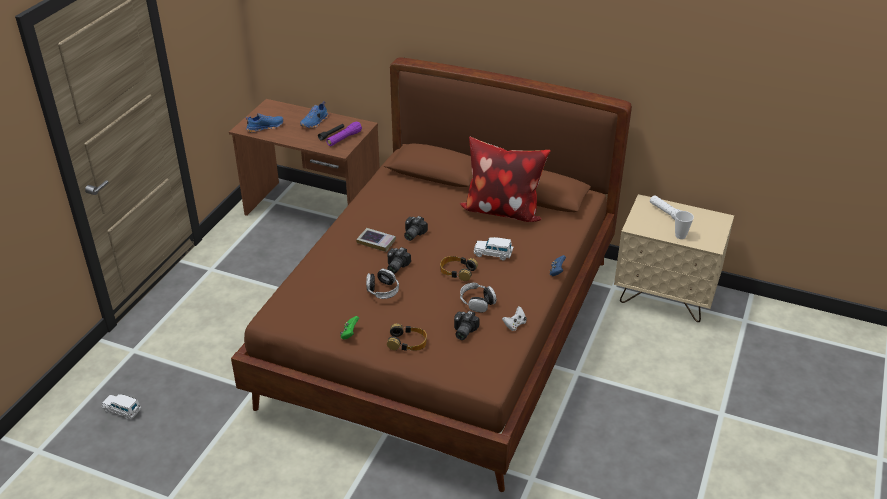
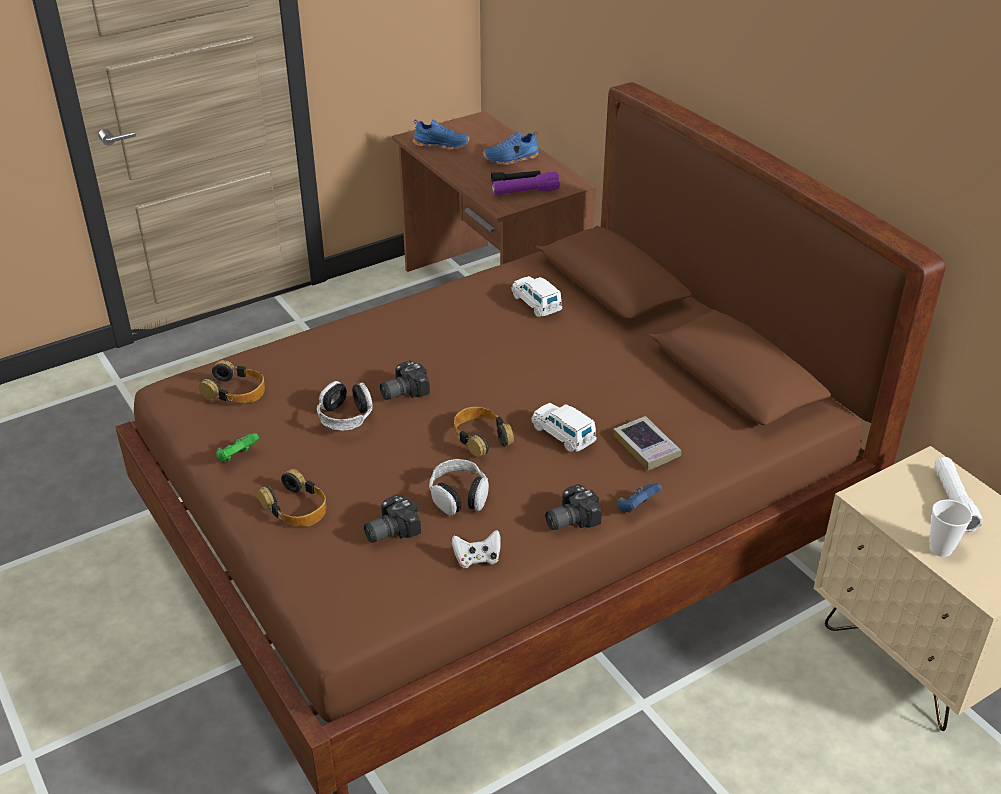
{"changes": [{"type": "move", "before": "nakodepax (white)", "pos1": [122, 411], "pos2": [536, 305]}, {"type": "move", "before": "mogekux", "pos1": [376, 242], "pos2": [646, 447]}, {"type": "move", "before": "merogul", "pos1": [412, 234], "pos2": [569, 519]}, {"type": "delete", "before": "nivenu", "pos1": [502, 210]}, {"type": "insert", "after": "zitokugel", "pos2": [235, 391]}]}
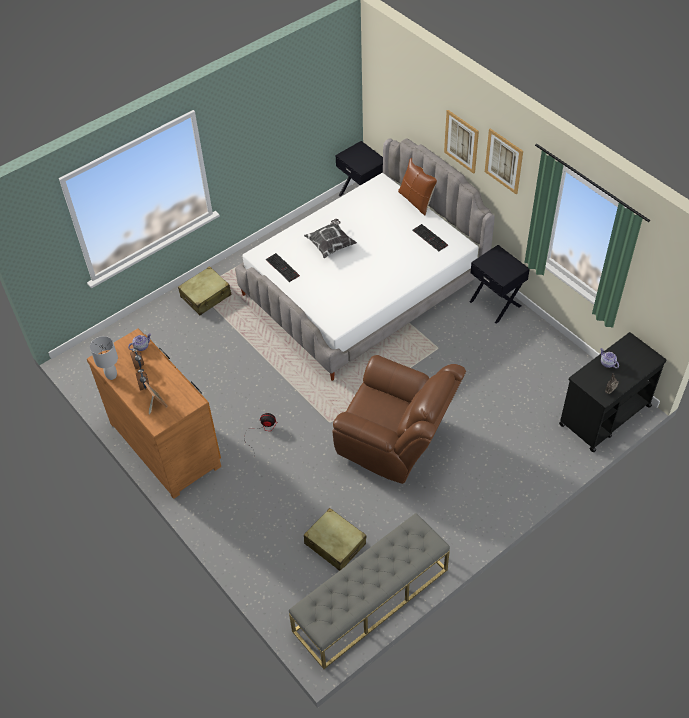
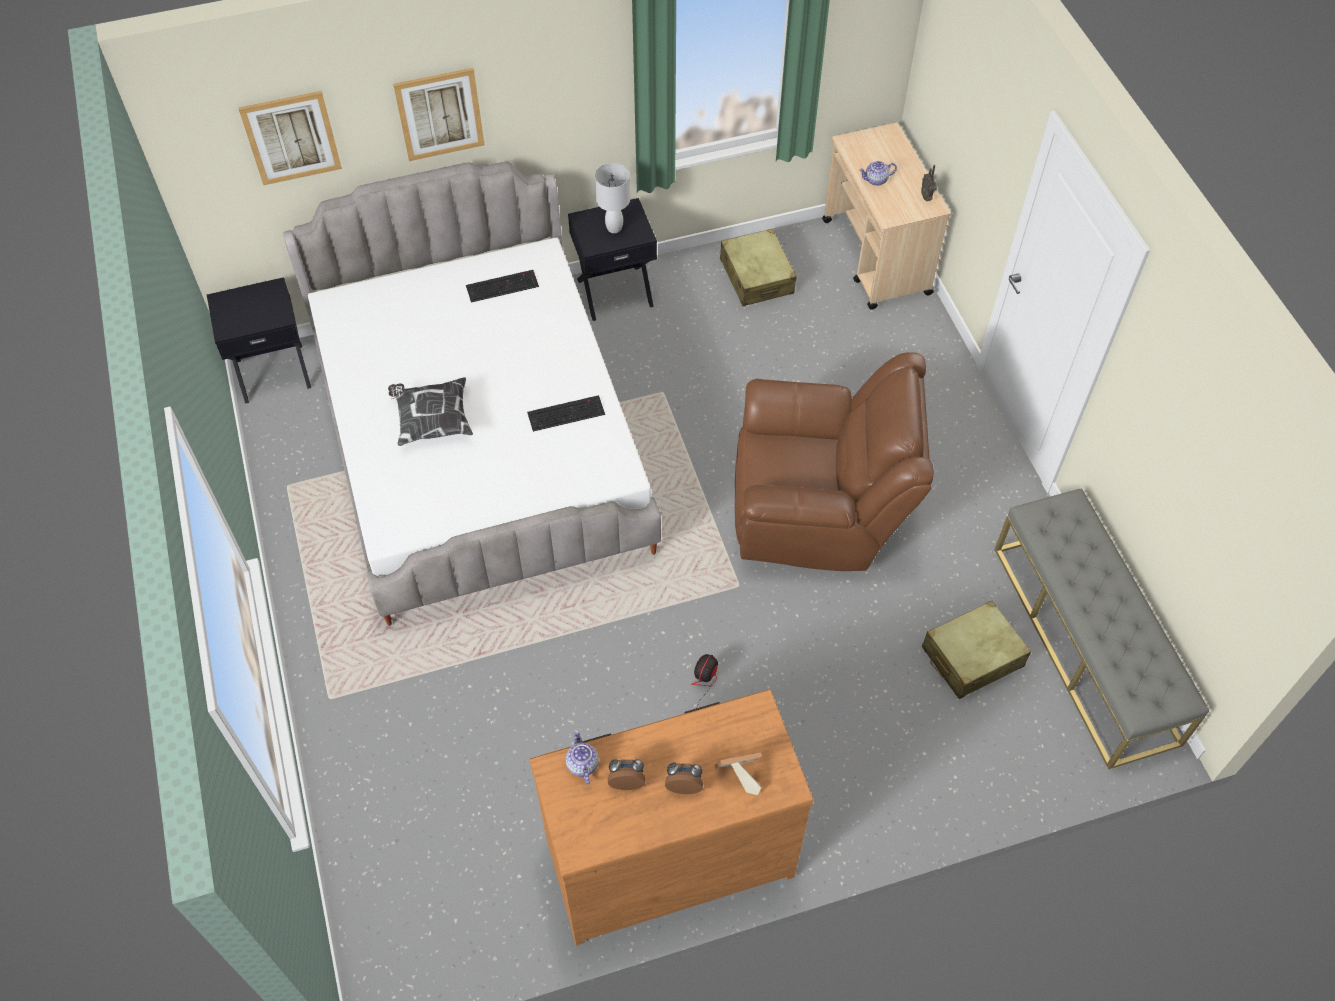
{"changes": [{"type": "move", "before": "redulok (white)", "pos1": [111, 375], "pos2": [613, 228]}, {"type": "move", "before": "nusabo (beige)", "pos1": [206, 296], "pos2": [756, 276]}, {"type": "move", "before": "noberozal", "pos1": [283, 267], "pos2": [566, 412]}, {"type": "rotate", "before": "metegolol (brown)", "pos1": [396, 443], "pos2": [818, 511], "turn": 45}, {"type": "delete", "before": "nivenu (brown)", "pos1": [416, 201]}, {"type": "move", "before": "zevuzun", "pos1": [504, 161], "pos2": [291, 138]}, {"type": "recolor", "before": "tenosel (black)", "after": "tenosel (beige)", "pos1": [604, 415], "pos2": [876, 257]}]}
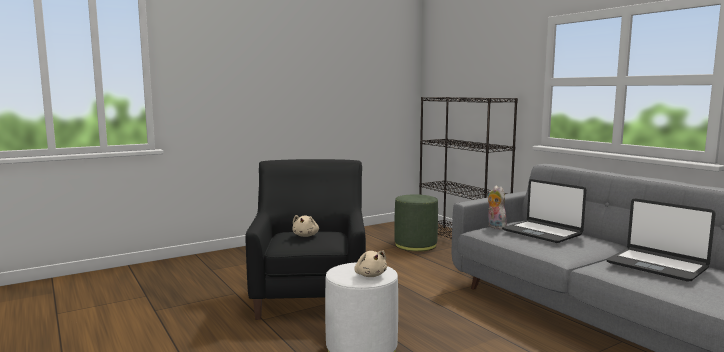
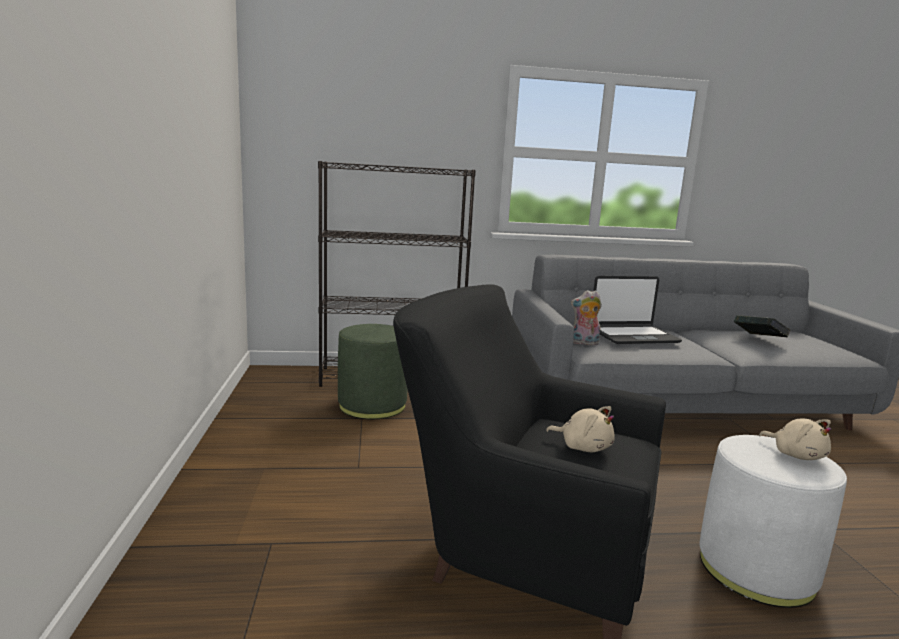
{"changes": [{"type": "rotate", "before": "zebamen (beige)", "pos1": [370, 275], "pos2": [796, 455], "turn": 60}, {"type": "replace", "before": "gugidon", "after": "mogekux", "pos1": [657, 265], "pos2": [759, 339]}]}
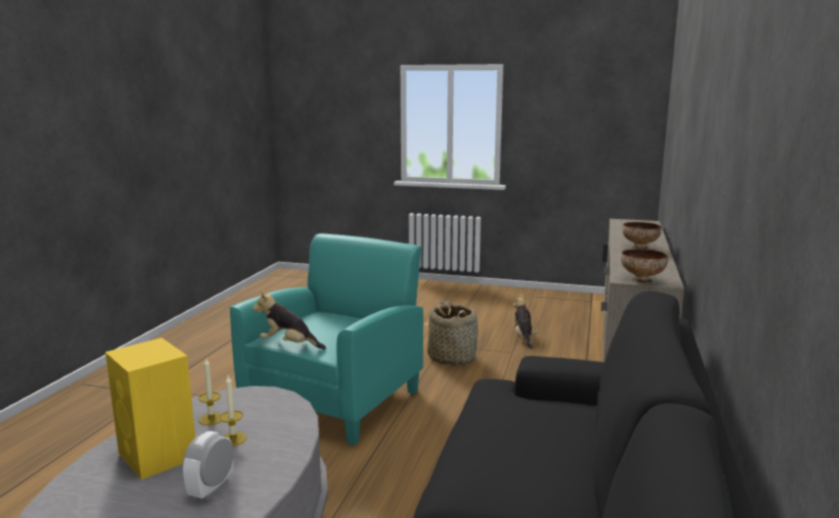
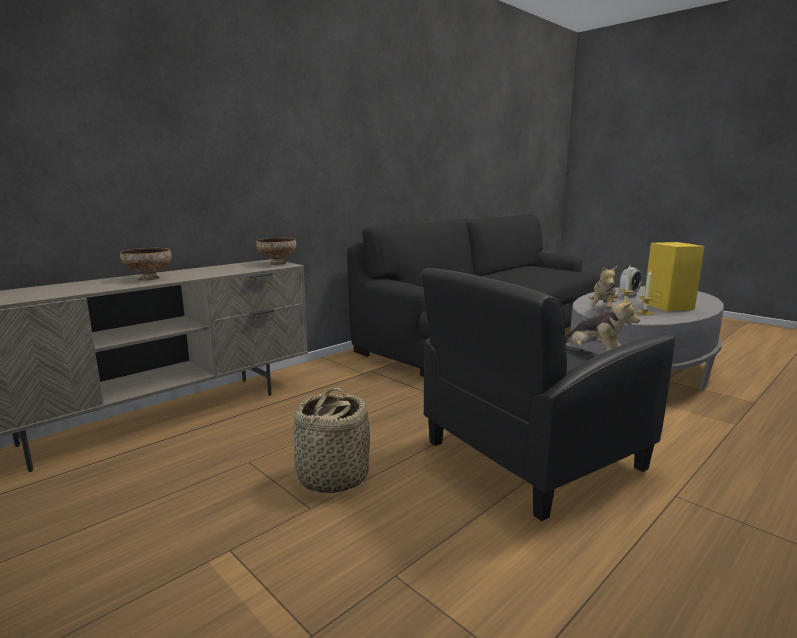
{"changes": [{"type": "recolor", "before": "metegolol (turquoise)", "after": "metegolol (black)", "pos1": [335, 401], "pos2": [530, 456]}, {"type": "move", "before": "zebamen", "pos1": [523, 338], "pos2": [603, 309]}]}
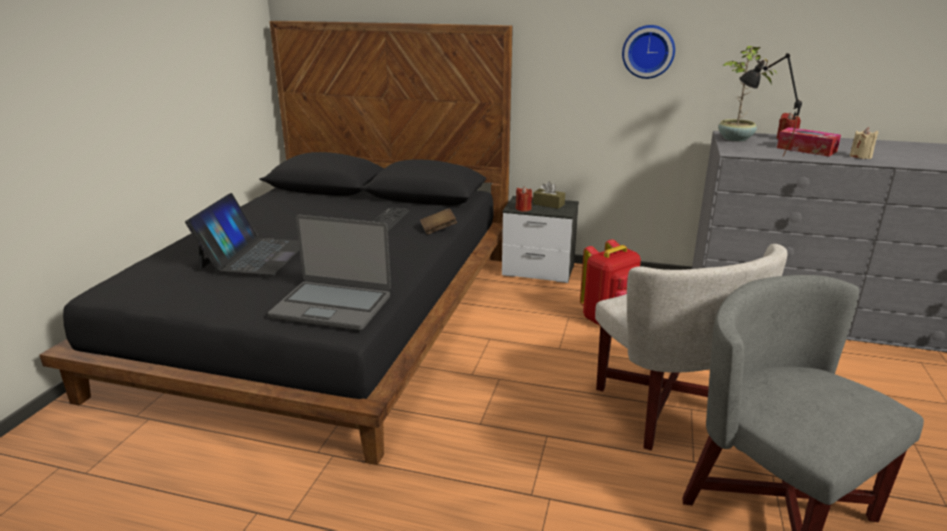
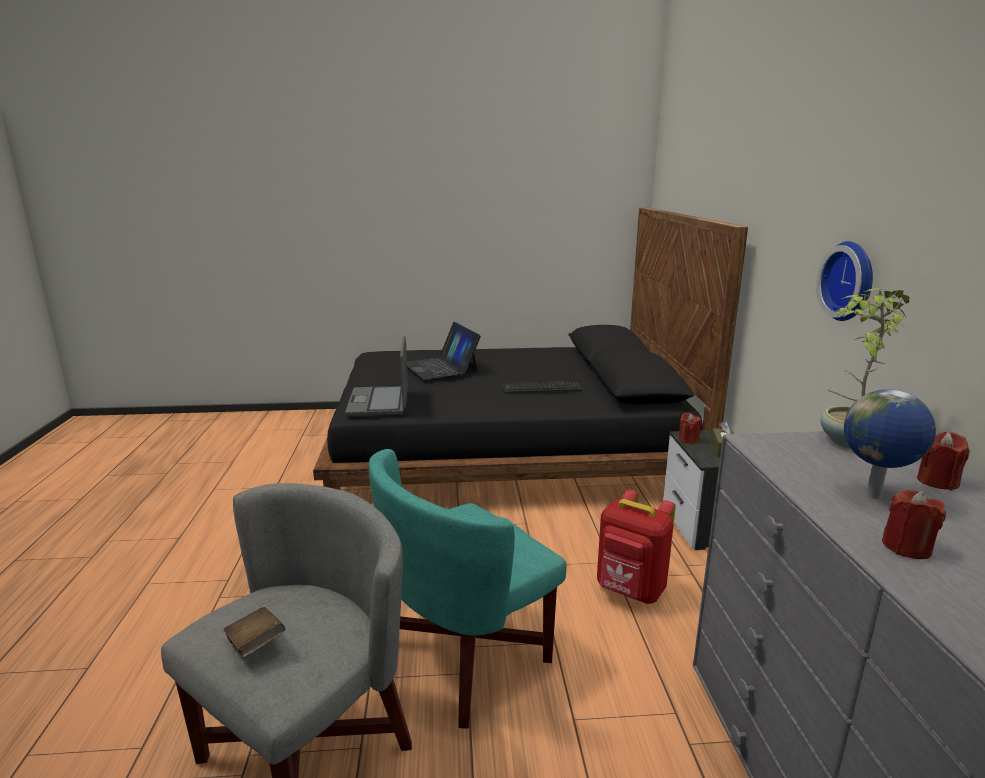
{"changes": [{"type": "rotate", "before": "gugidon", "pos1": [254, 255], "pos2": [440, 367], "turn": 75}, {"type": "move", "before": "mogekux (brown)", "pos1": [438, 229], "pos2": [255, 645]}, {"type": "recolor", "before": "metegolol (white)", "after": "metegolol (turquoise)", "pos1": [670, 406], "pos2": [464, 655]}, {"type": "delete", "before": "redulok (black)", "pos1": [758, 153]}, {"type": "replace", "before": "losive", "after": "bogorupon", "pos1": [806, 149], "pos2": [874, 496]}, {"type": "recolor", "before": "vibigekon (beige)", "after": "vibigekon (red)", "pos1": [860, 156], "pos2": [906, 547]}]}
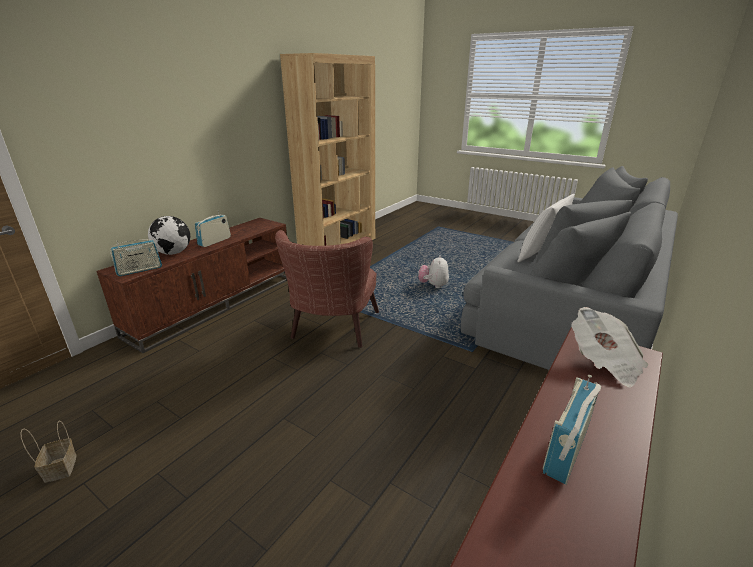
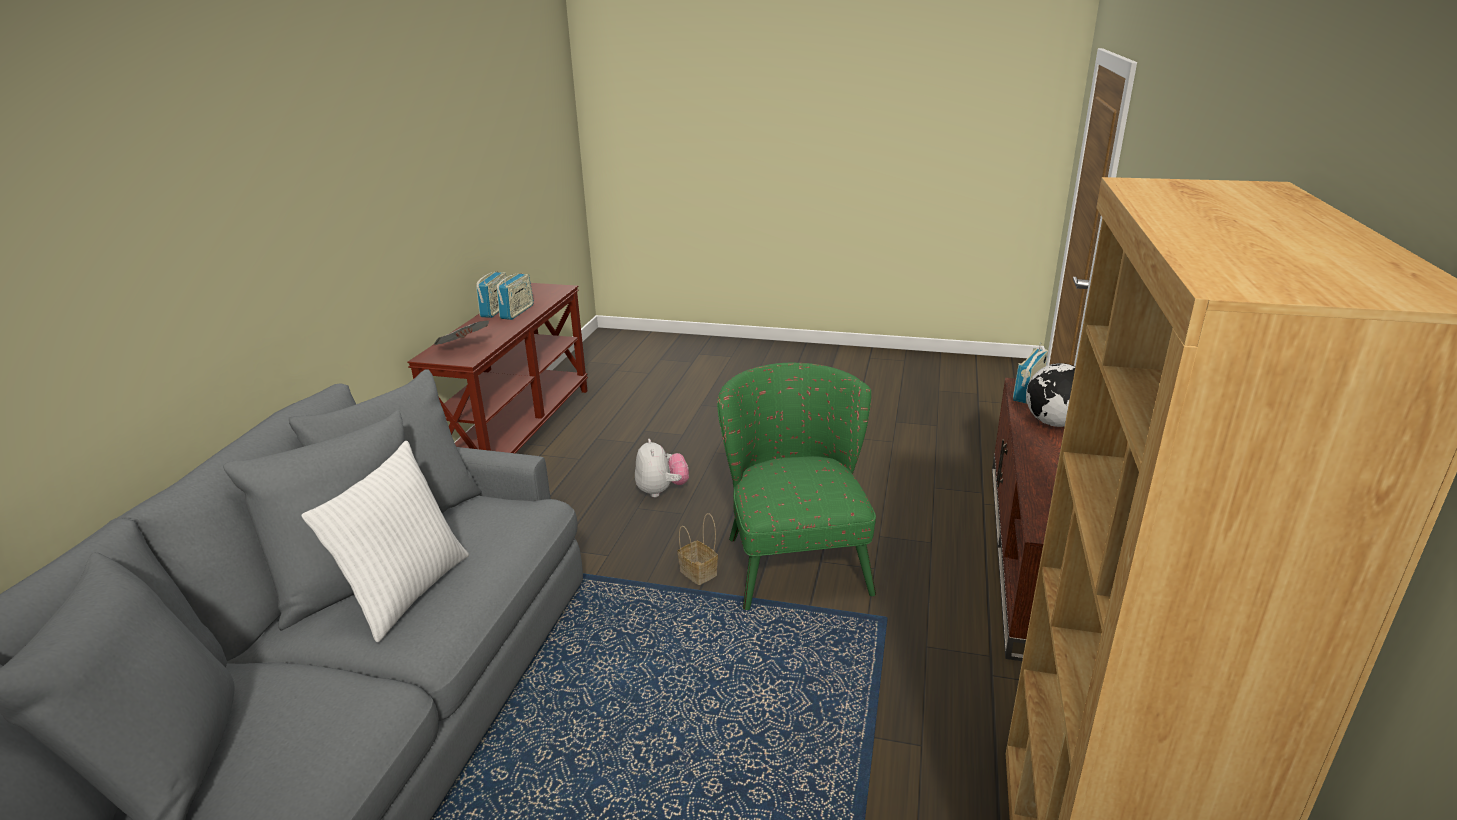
{"changes": [{"type": "move", "before": "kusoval", "pos1": [60, 467], "pos2": [699, 573]}, {"type": "move", "before": "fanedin", "pos1": [214, 241], "pos2": [495, 310]}, {"type": "recolor", "before": "metegolol (brown)", "after": "metegolol (green)", "pos1": [332, 330], "pos2": [794, 555]}, {"type": "move", "before": "zebamen", "pos1": [433, 285], "pos2": [661, 491]}]}
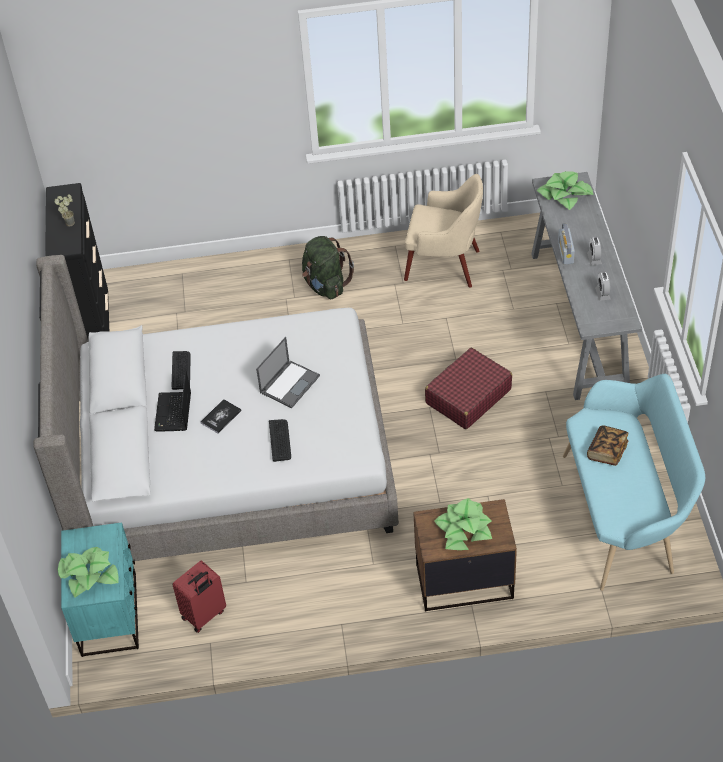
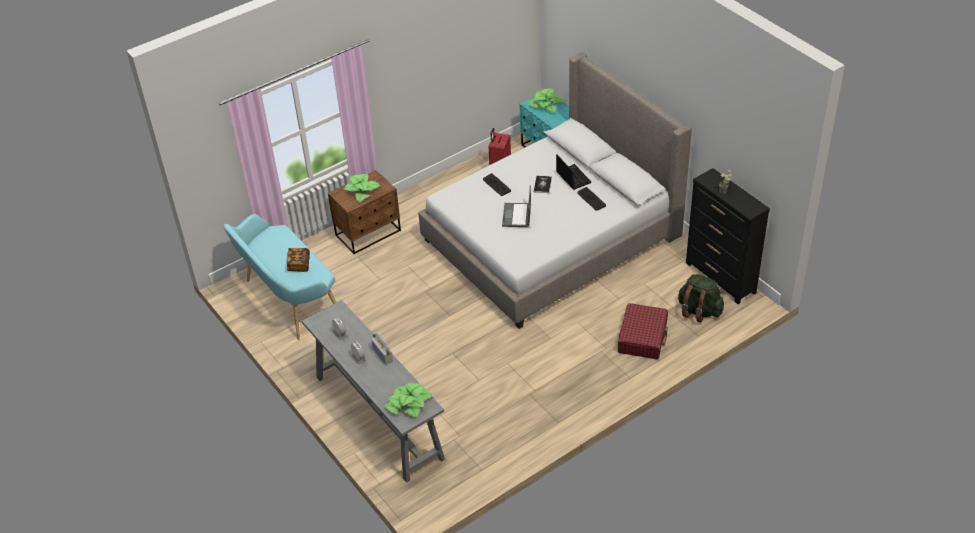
{"changes": [{"type": "move", "before": "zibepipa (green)", "pos1": [326, 285], "pos2": [699, 311]}, {"type": "delete", "before": "metegolol (beige)", "pos1": [445, 265]}, {"type": "move", "before": "nusabo (red)", "pos1": [468, 396], "pos2": [642, 337]}]}
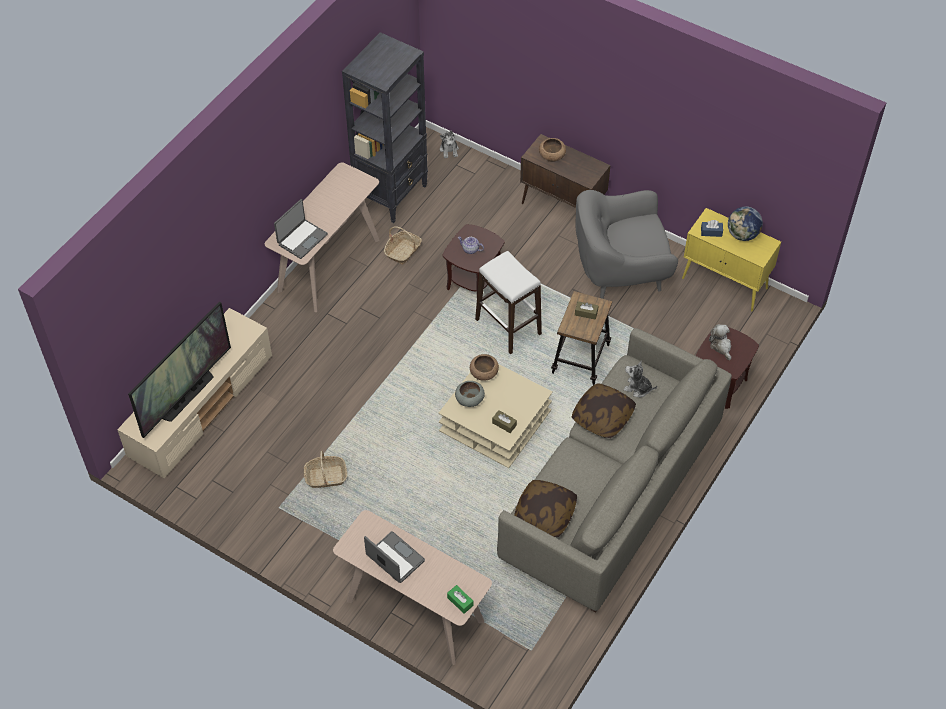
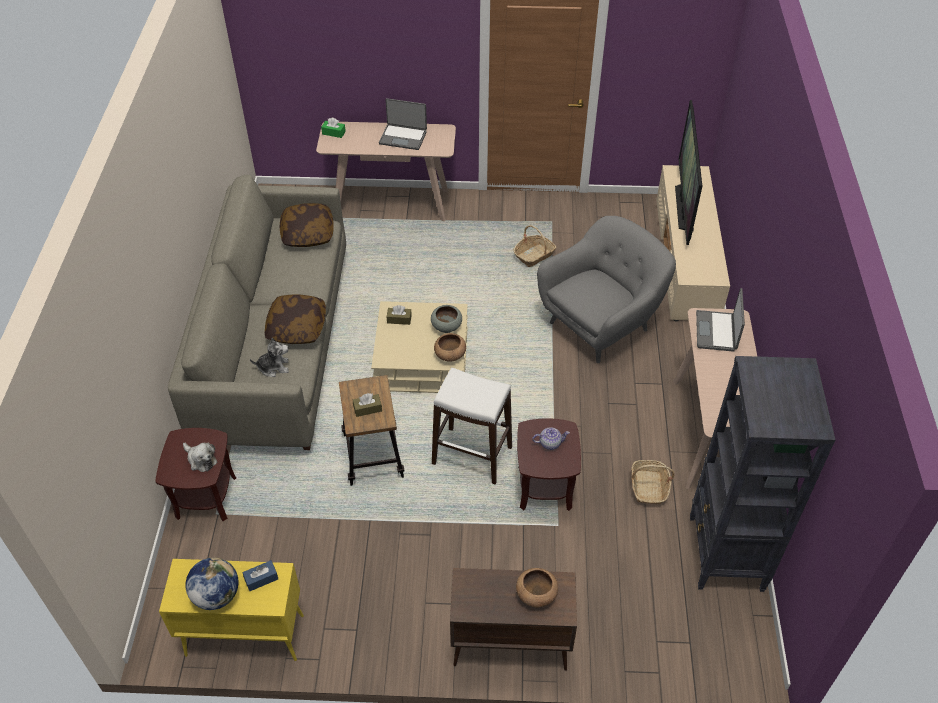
{"changes": [{"type": "delete", "before": "zebamen", "pos1": [449, 150]}, {"type": "move", "before": "metegolol (grey)", "pos1": [620, 271], "pos2": [601, 324]}]}
